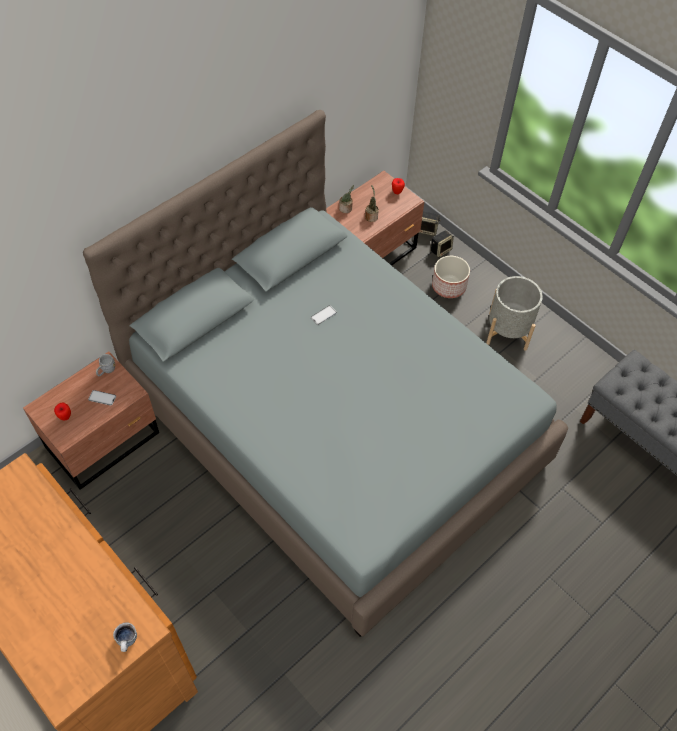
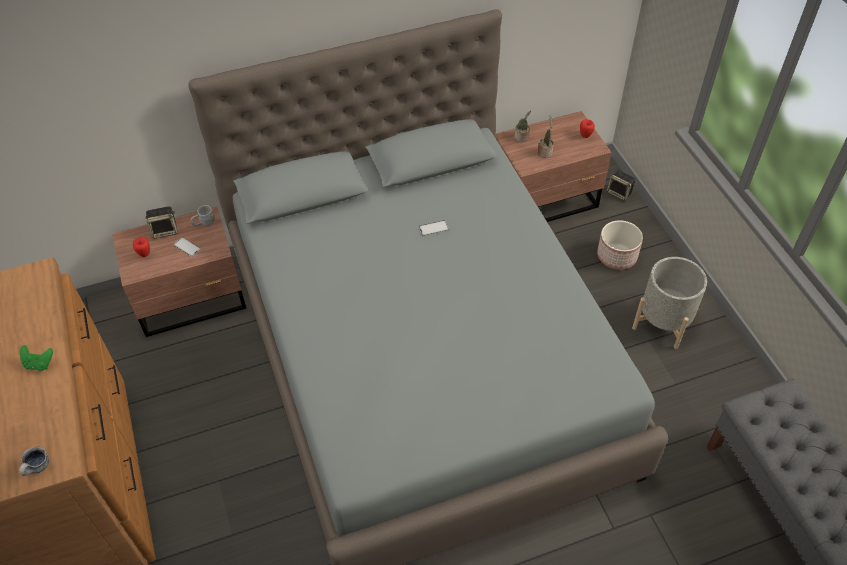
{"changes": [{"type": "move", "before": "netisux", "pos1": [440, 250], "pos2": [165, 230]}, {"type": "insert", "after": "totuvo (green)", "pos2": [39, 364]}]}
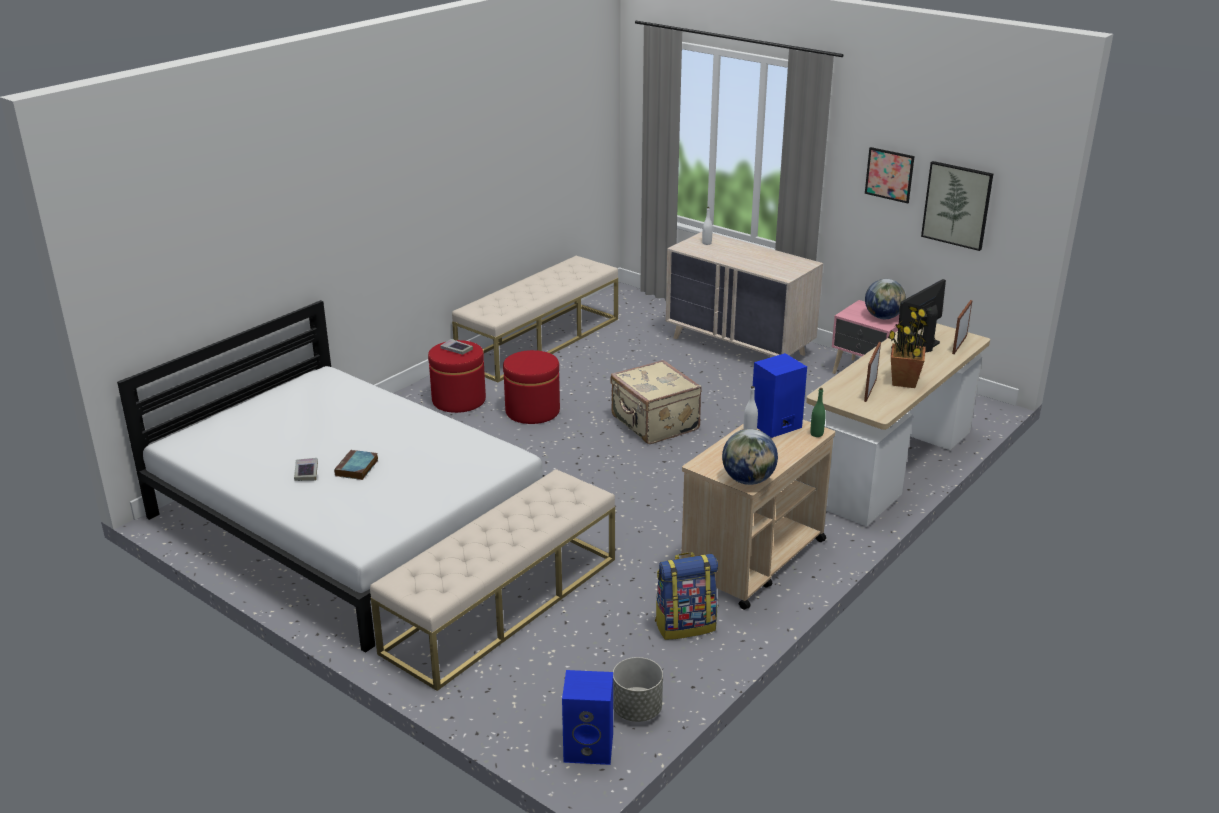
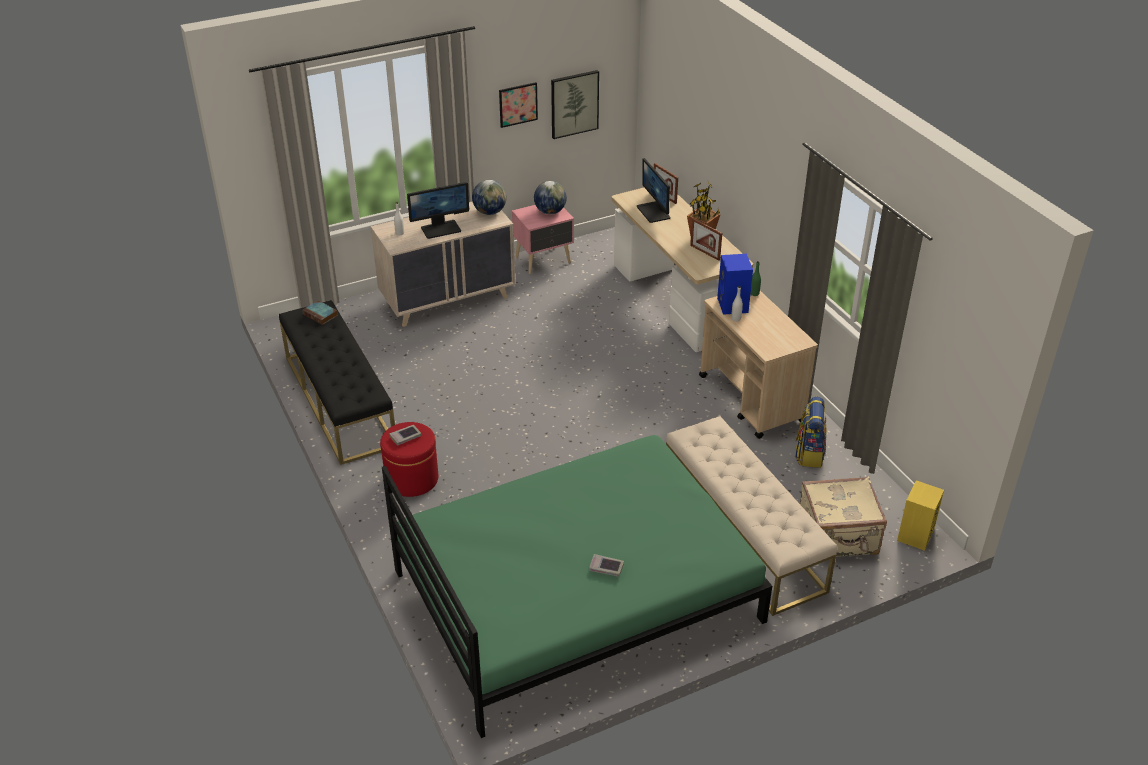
{"changes": [{"type": "recolor", "before": "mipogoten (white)", "after": "mipogoten (green)", "pos1": [348, 521], "pos2": [575, 595]}, {"type": "move", "before": "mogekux", "pos1": [356, 468], "pos2": [321, 315]}, {"type": "recolor", "before": "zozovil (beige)", "after": "zozovil (black)", "pos1": [539, 341], "pos2": [339, 401]}, {"type": "delete", "before": "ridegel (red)", "pos1": [532, 411]}, {"type": "recolor", "before": "netisux (blue)", "after": "netisux (yellow)", "pos1": [590, 747], "pos2": [915, 534]}, {"type": "move", "before": "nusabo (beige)", "pos1": [654, 424], "pos2": [838, 537]}, {"type": "delete", "before": "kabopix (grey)", "pos1": [637, 710]}, {"type": "move", "before": "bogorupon", "pos1": [748, 480], "pos2": [490, 212]}, {"type": "insert", "after": "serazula", "pos2": [441, 229]}]}
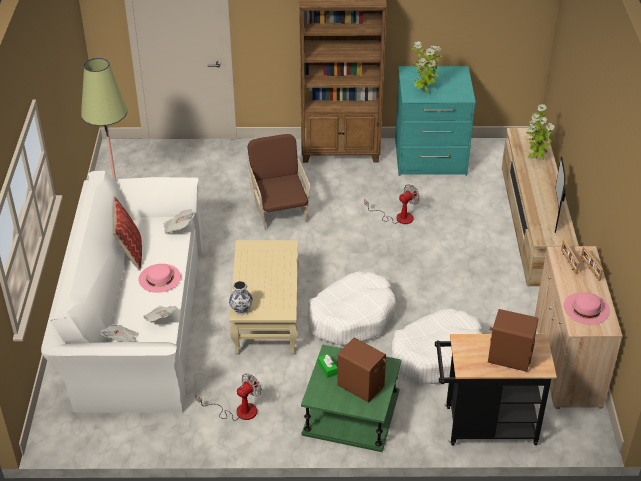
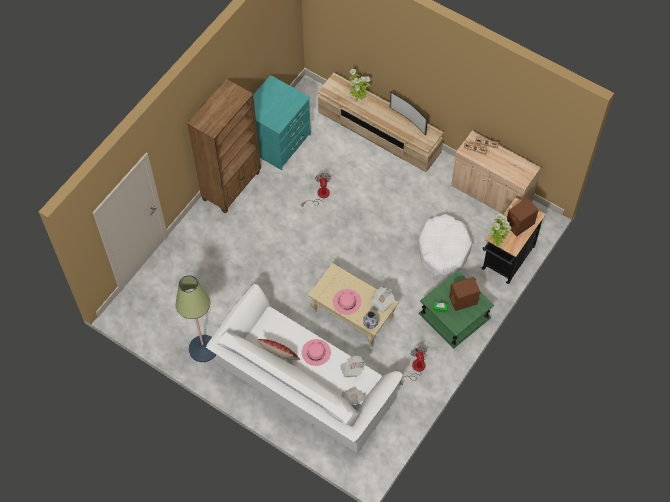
{"changes": [{"type": "move", "before": "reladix", "pos1": [178, 228], "pos2": [381, 303]}, {"type": "delete", "before": "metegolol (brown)", "pos1": [279, 210]}, {"type": "delete", "before": "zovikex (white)", "pos1": [351, 317]}, {"type": "move", "before": "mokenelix", "pos1": [424, 92], "pos2": [496, 242]}, {"type": "move", "before": "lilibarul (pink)", "pos1": [586, 308], "pos2": [347, 301]}]}
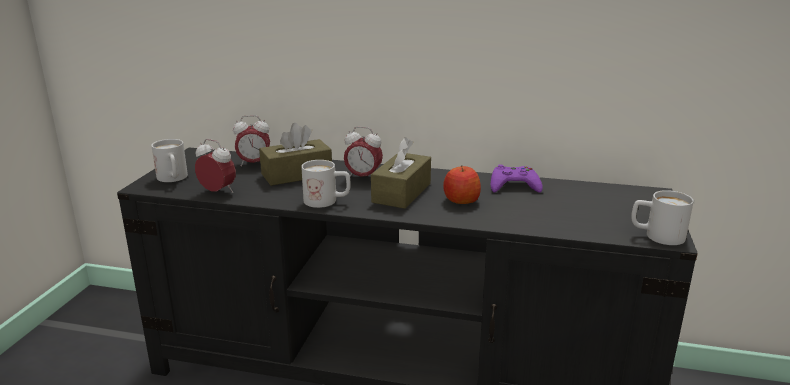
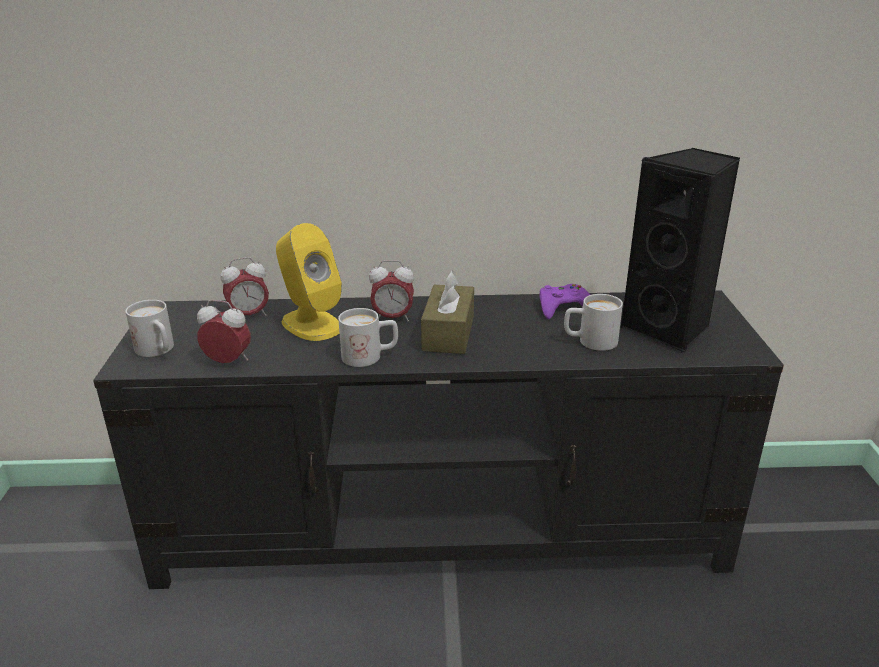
{"changes": [{"type": "replace", "before": "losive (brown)", "after": "netisux (yellow)", "pos1": [296, 174], "pos2": [311, 324]}, {"type": "delete", "before": "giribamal", "pos1": [461, 200]}, {"type": "move", "before": "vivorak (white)", "pos1": [656, 236], "pos2": [589, 342]}, {"type": "insert", "after": "netisux (black)", "pos2": [670, 329]}]}
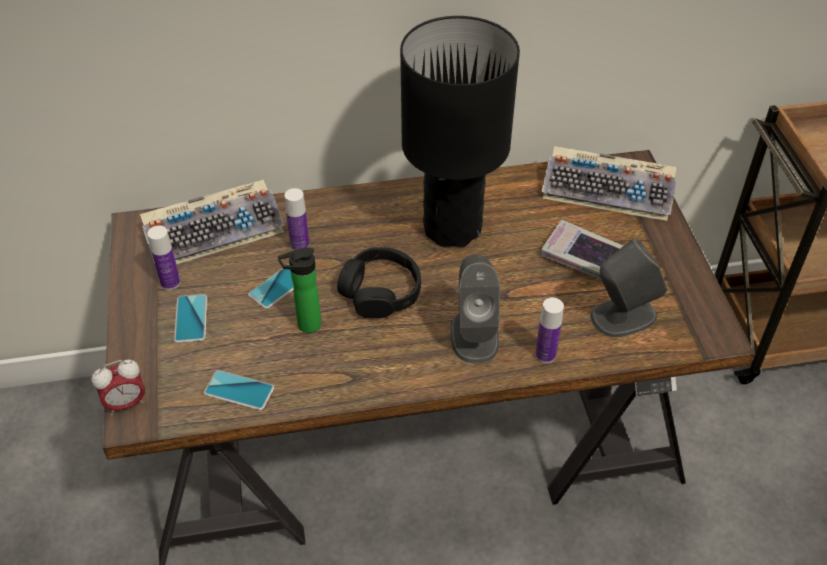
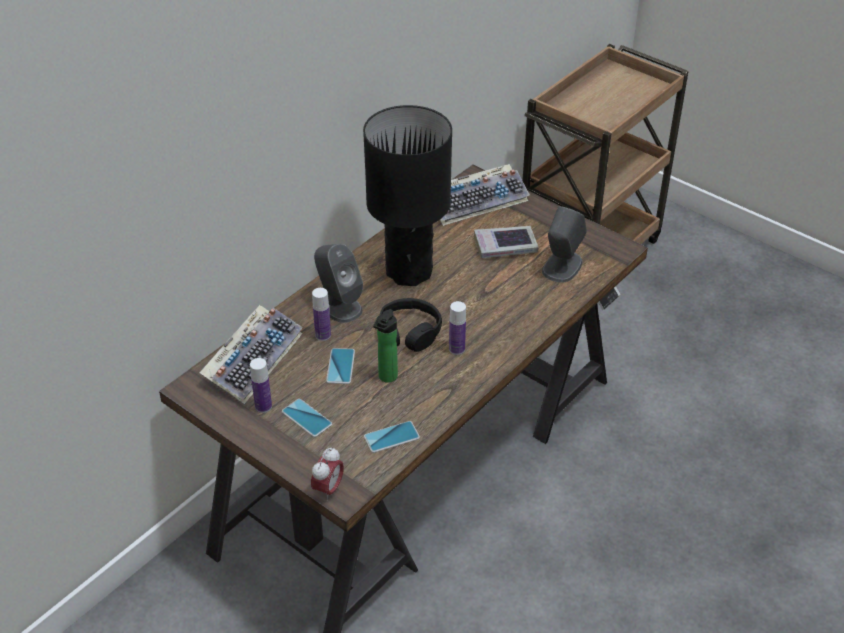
{"changes": [{"type": "move", "before": "netisux (grey)", "pos1": [474, 335], "pos2": [338, 306]}, {"type": "move", "before": "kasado", "pos1": [545, 355], "pos2": [457, 349]}]}
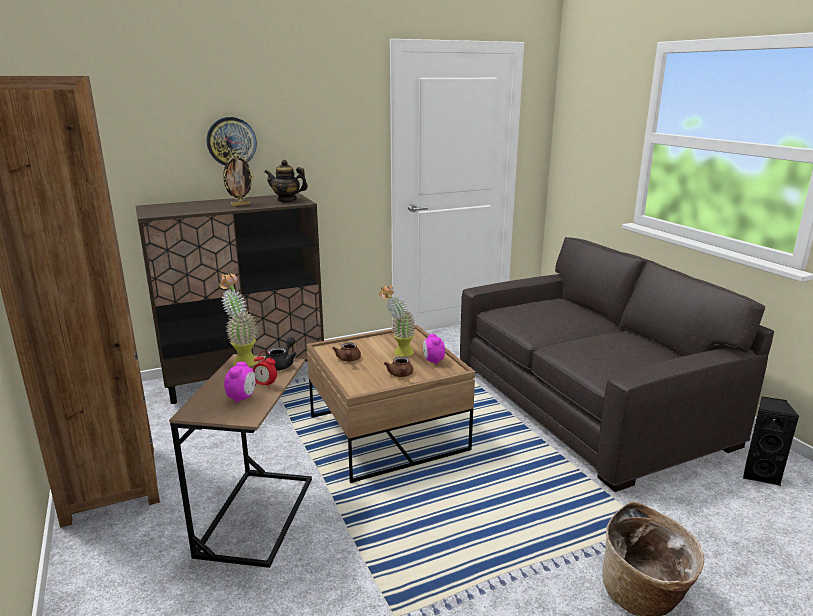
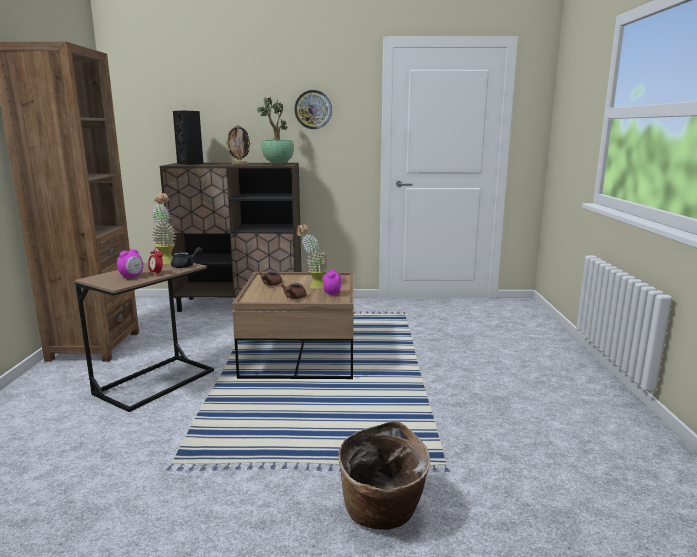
{"changes": [{"type": "move", "before": "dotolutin", "pos1": [231, 142], "pos2": [313, 109]}, {"type": "replace", "before": "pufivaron", "after": "mokenelix", "pos1": [287, 200], "pos2": [277, 164]}, {"type": "delete", "before": "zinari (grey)", "pos1": [587, 402]}, {"type": "move", "before": "netisux (black)", "pos1": [760, 474], "pos2": [191, 164]}]}
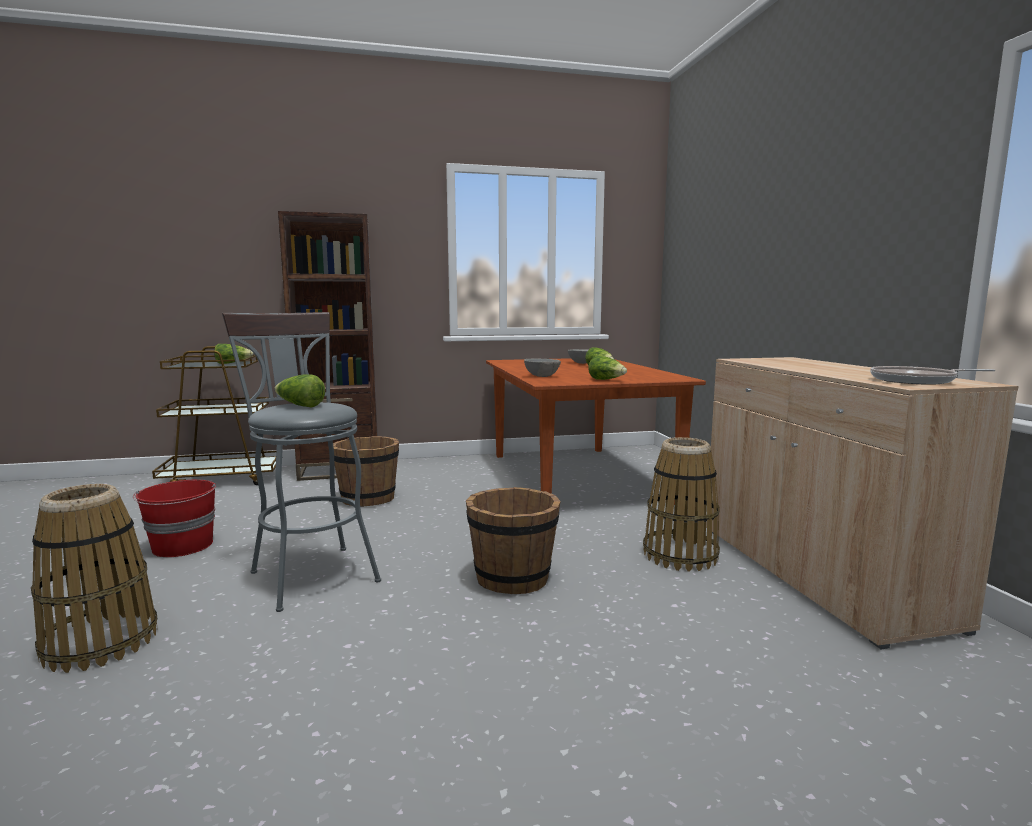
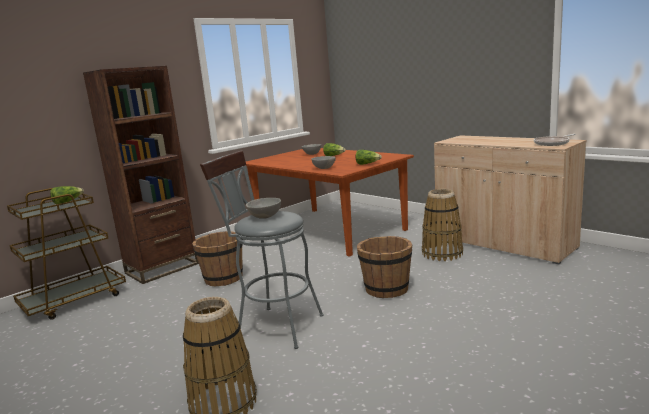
{"changes": [{"type": "delete", "before": "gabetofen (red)", "pos1": [183, 546]}, {"type": "replace", "before": "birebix", "after": "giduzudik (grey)", "pos1": [299, 406], "pos2": [265, 217]}]}
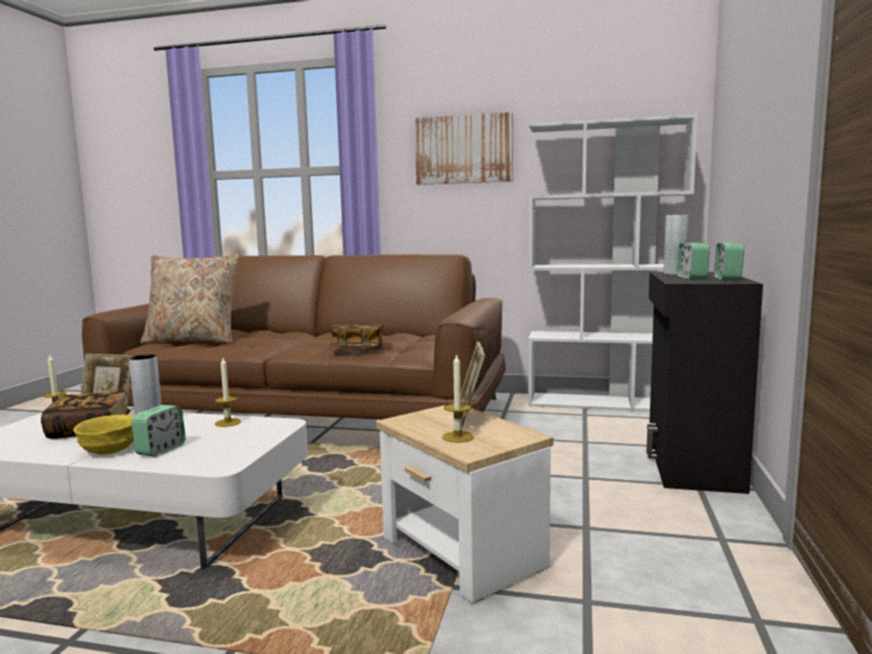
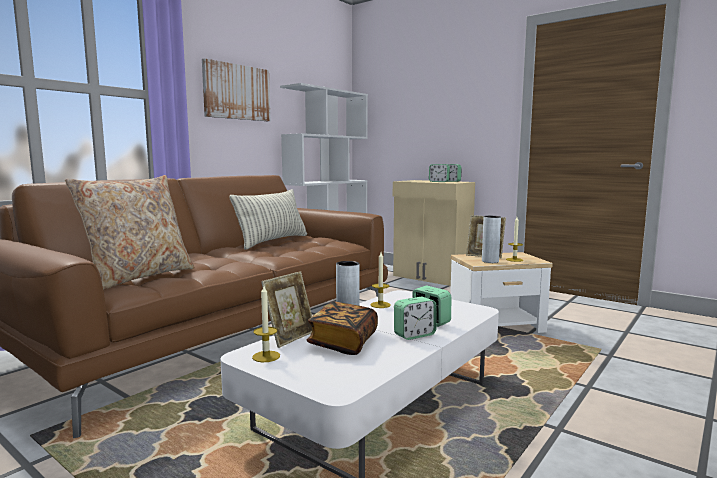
{"changes": [{"type": "replace", "before": "giduzudik (yellow)", "after": "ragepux", "pos1": [110, 450], "pos2": [414, 335]}, {"type": "delete", "before": "mogekux", "pos1": [357, 349]}, {"type": "recolor", "before": "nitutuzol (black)", "after": "nitutuzol (beige)", "pos1": [690, 463], "pos2": [431, 277]}, {"type": "move", "before": "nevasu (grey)", "pos1": [675, 274], "pos2": [490, 261]}, {"type": "insert", "after": "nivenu", "pos2": [272, 241]}]}
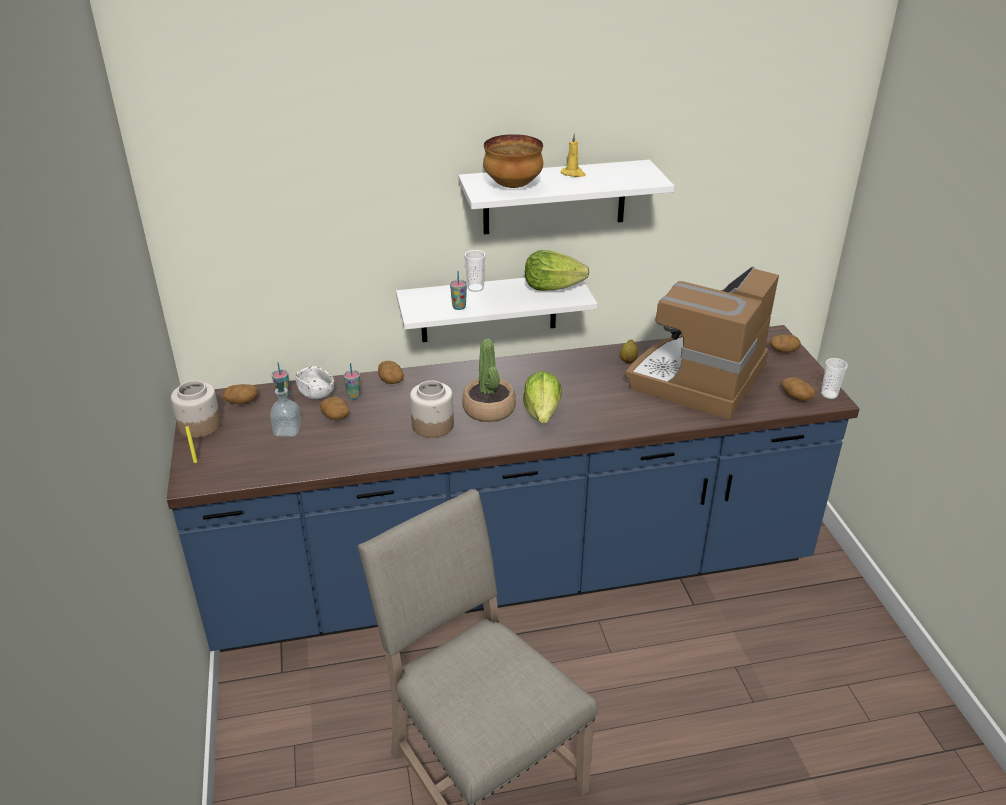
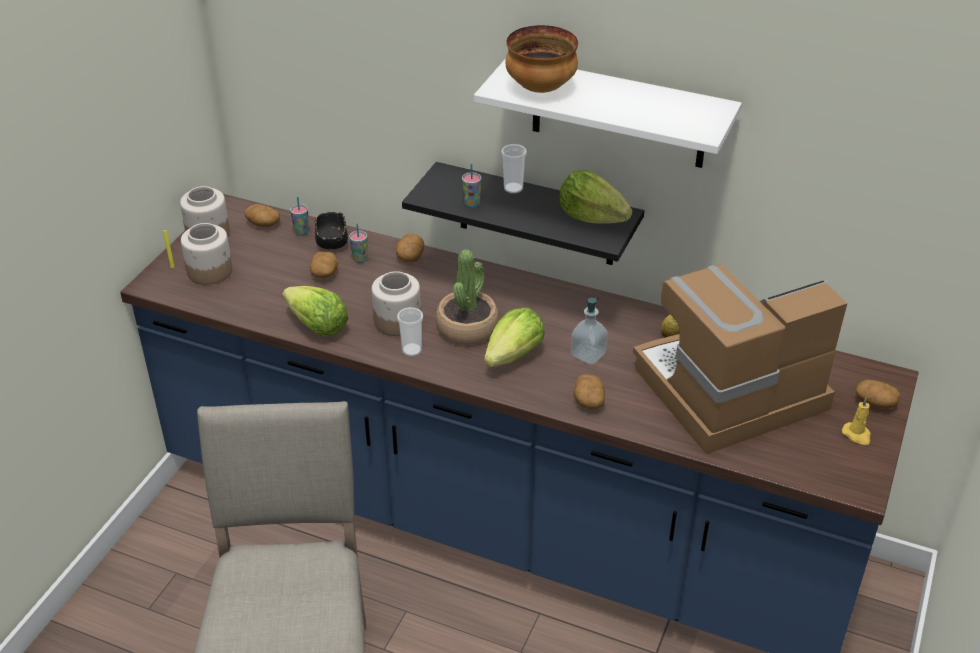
{"changes": [{"type": "move", "before": "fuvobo", "pos1": [287, 430], "pos2": [588, 354]}, {"type": "recolor", "before": "giduzudik (white)", "after": "giduzudik (black)", "pos1": [316, 393], "pos2": [332, 241]}, {"type": "recolor", "before": "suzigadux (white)", "after": "suzigadux (black)", "pos1": [489, 307], "pos2": [536, 215]}, {"type": "move", "before": "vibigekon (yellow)", "pos1": [573, 174], "pos2": [857, 435]}, {"type": "move", "before": "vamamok", "pos1": [796, 396], "pos2": [588, 400]}, {"type": "move", "before": "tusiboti", "pos1": [829, 394], "pos2": [411, 350]}, {"type": "insert", "after": "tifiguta", "pos2": [210, 271]}, {"type": "insert", "after": "birebix", "pos2": [317, 327]}]}
